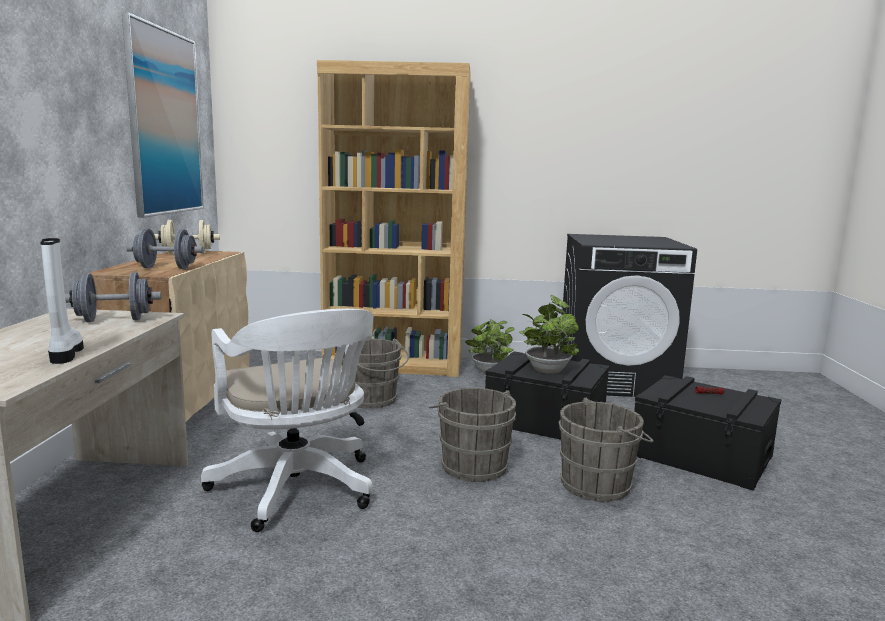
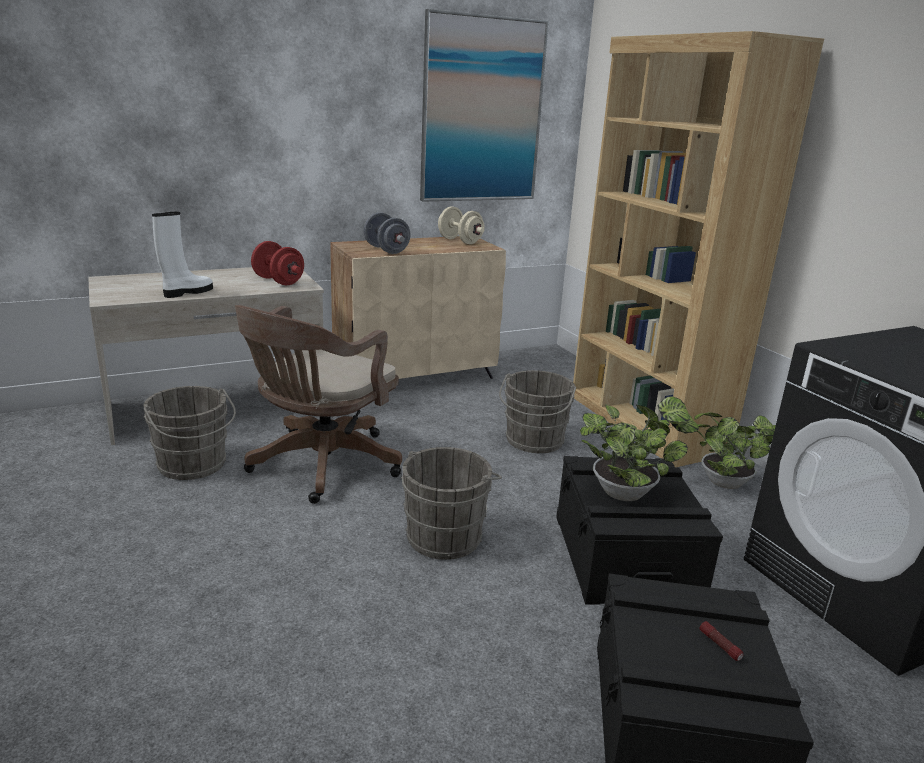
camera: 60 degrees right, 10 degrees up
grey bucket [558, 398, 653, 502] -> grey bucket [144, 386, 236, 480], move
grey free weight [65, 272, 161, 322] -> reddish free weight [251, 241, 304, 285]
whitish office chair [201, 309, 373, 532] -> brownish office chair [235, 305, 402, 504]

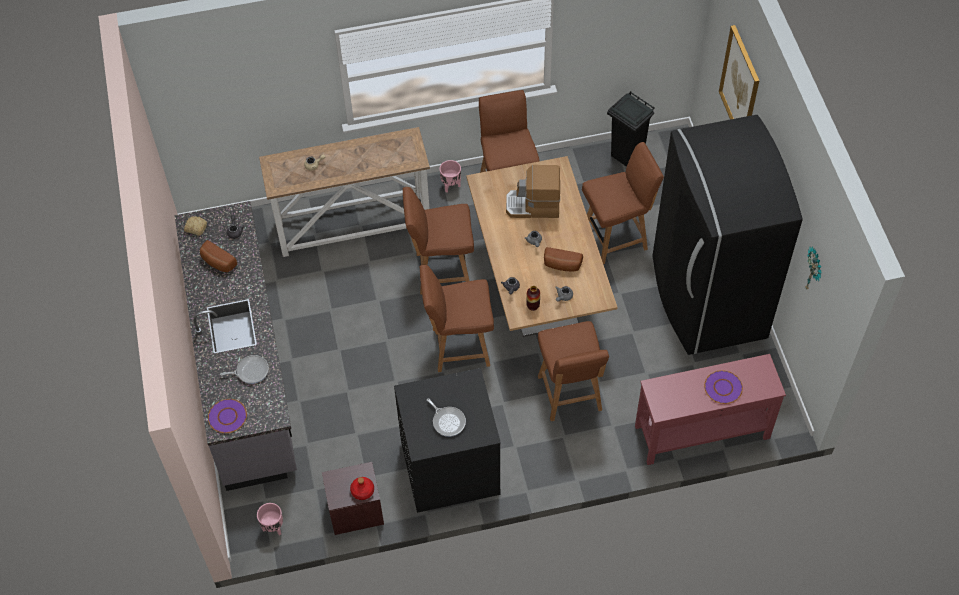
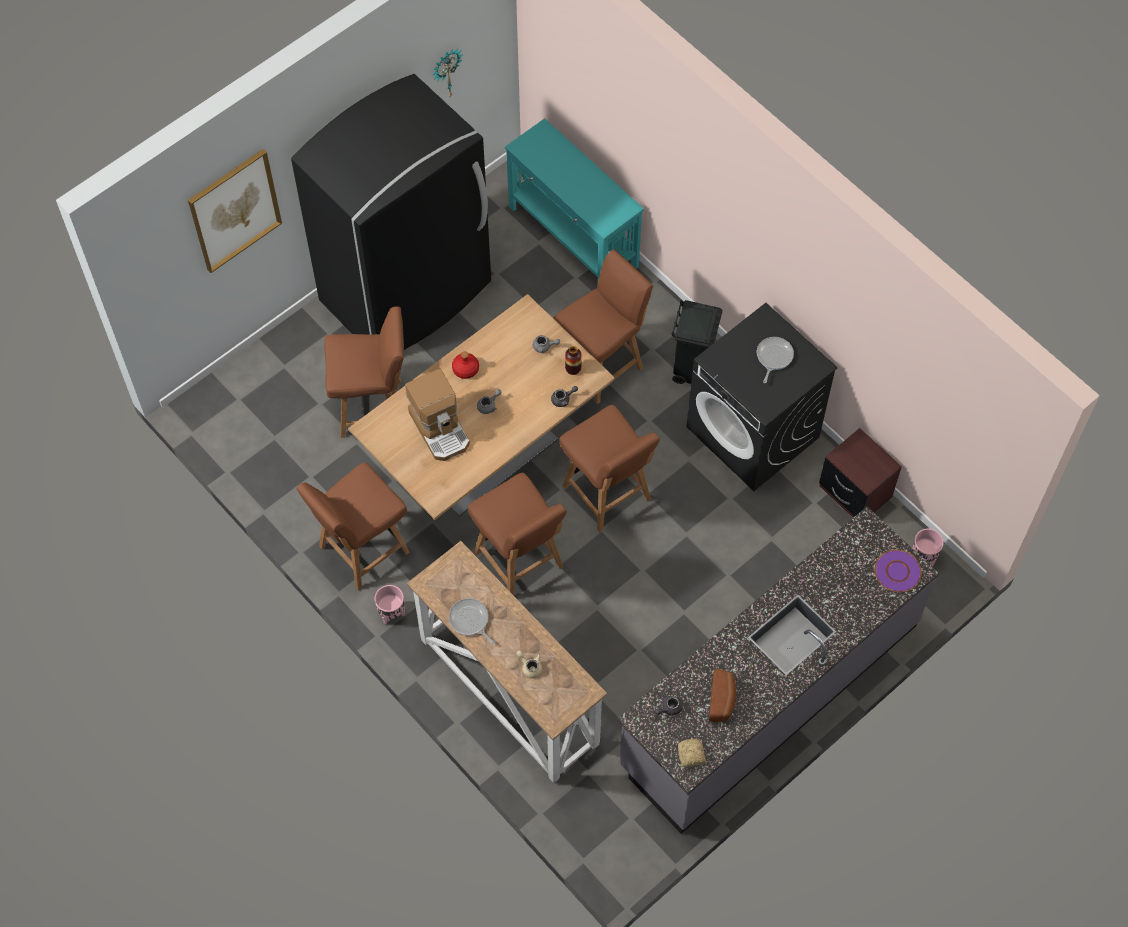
camera: 120 degrees left, 5 degrees up
baked bread [544, 247, 583, 271] -> none
purplish dinner plate [704, 370, 743, 404] -> none
frying pan [220, 355, 269, 384] -> frying pan [449, 598, 495, 645], move
reddish bottle [350, 477, 374, 500] -> reddish bottle [452, 351, 479, 379], move
blackish rubbish bin [607, 91, 655, 167] -> blackish rubbish bin [671, 300, 722, 384], move
reddish hall table [635, 354, 786, 465] -> blue-green hall table [505, 118, 644, 284]
brownish plain chair [582, 142, 664, 264] -> brownish plain chair [324, 306, 404, 438], 135 degrees clockwise

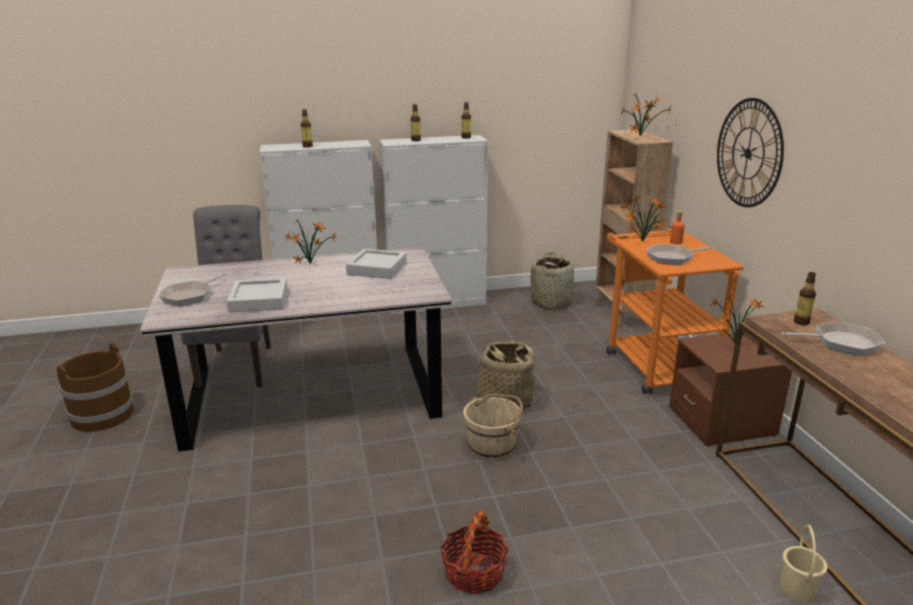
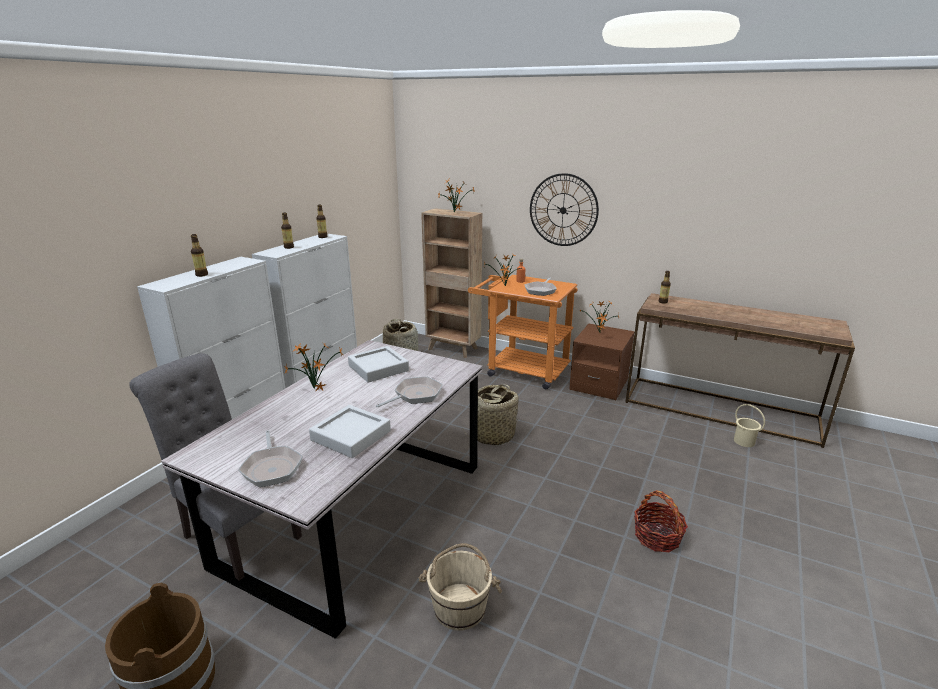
camera: 50 degrees left, 0 degrees up
sand-coloured bucket [463, 394, 523, 460] -> sand-coloured bucket [419, 543, 502, 631], move
frying pan [781, 322, 886, 356] -> frying pan [376, 377, 443, 408], move

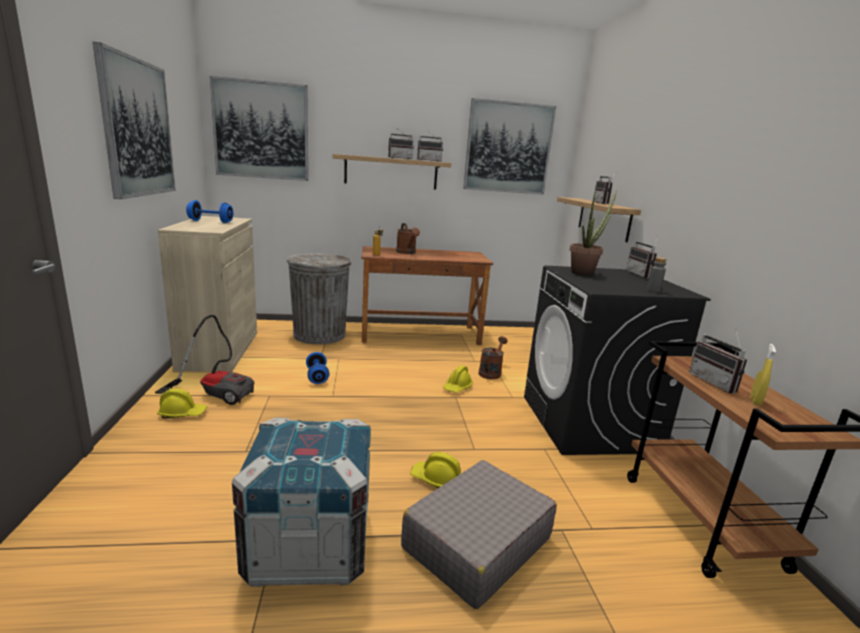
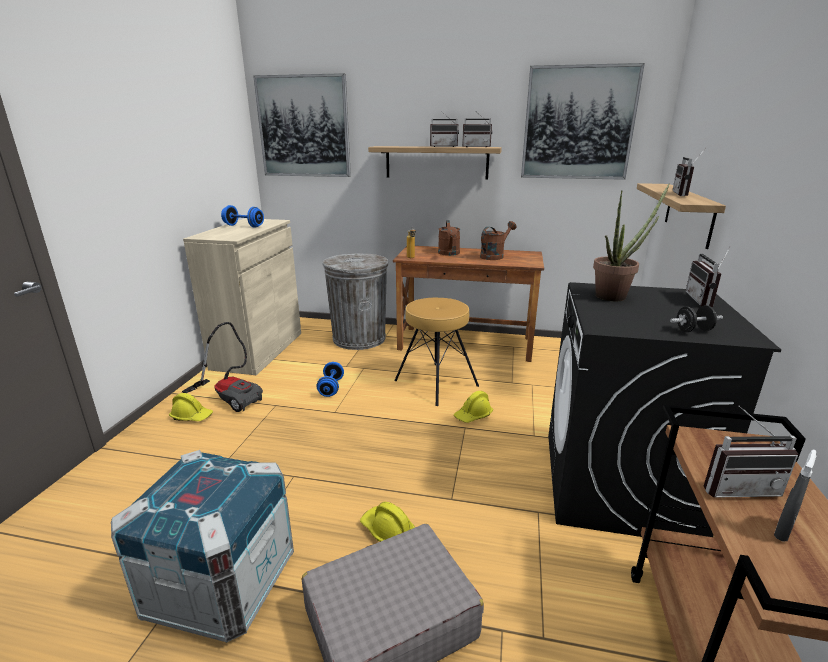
camera: 20 degrees right, 5 degrees up
wall picture [93, 42, 176, 199] -> none
none -> brownish sitting stool [394, 298, 479, 406]
brownish sprinkling can [479, 336, 508, 379] -> brownish sprinkling can [480, 221, 516, 260], move
grey bottle [647, 257, 667, 292] -> blackish free weight [670, 305, 723, 332]
yellow spray bottle [750, 344, 776, 406] -> grey spray bottle [774, 449, 816, 541]
radio [689, 328, 747, 394] -> radio [704, 406, 798, 498], 90 degrees counterclockwise

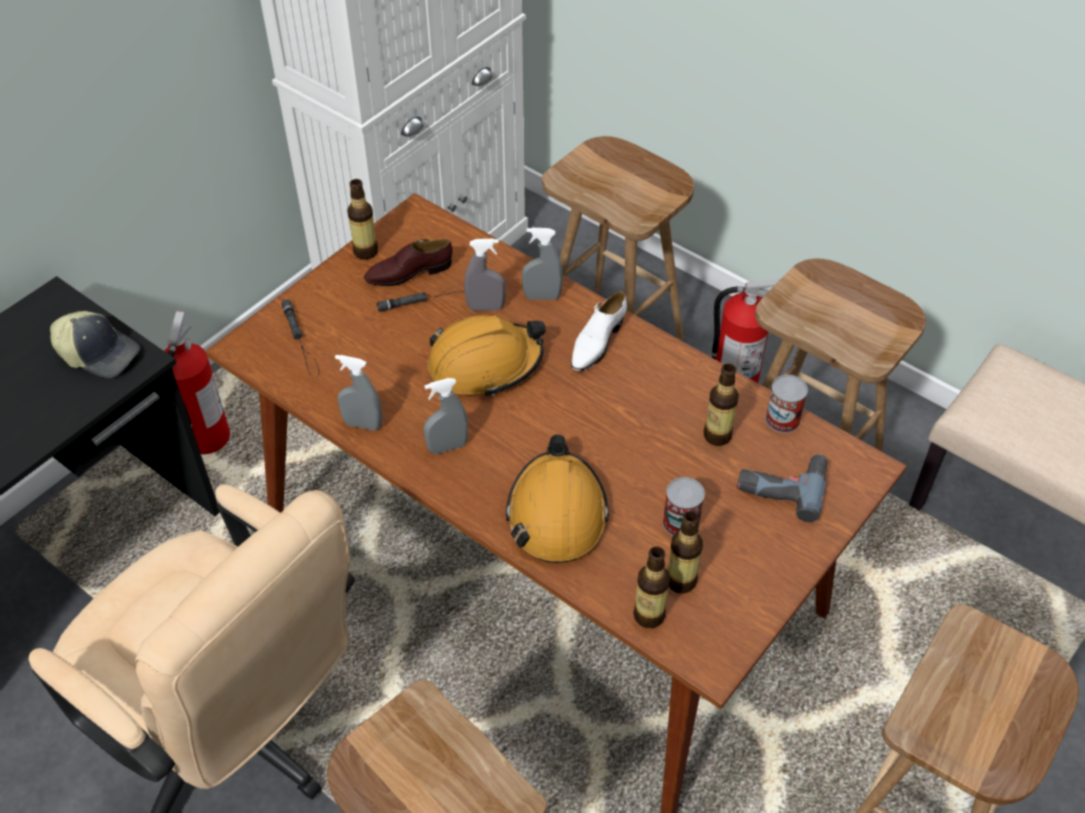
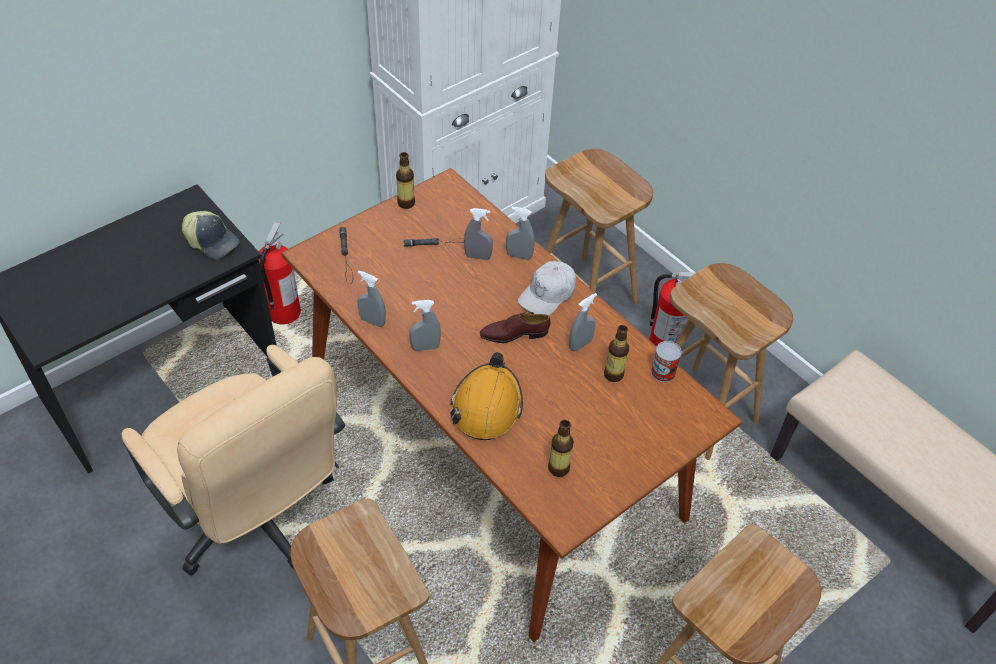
camera: 10 degrees right, 0 degrees up
orangey safety helmet [428, 315, 546, 396] -> none
bottle [633, 546, 670, 628] -> none
can [663, 477, 705, 536] -> none
power drill [737, 454, 828, 522] -> none
none -> grey spray bottle [569, 293, 597, 351]
brownish shoe [364, 239, 453, 286] -> brownish shoe [479, 311, 551, 343], move
whitish shoe [571, 291, 627, 371] -> whitish baseball cap [518, 261, 576, 315]

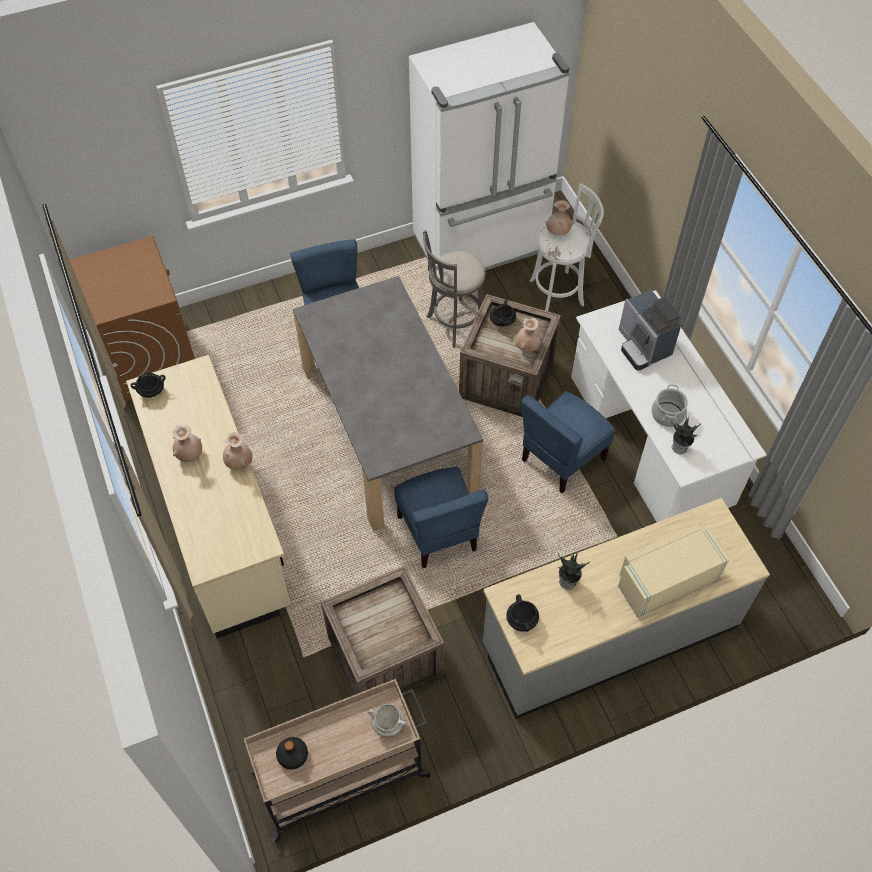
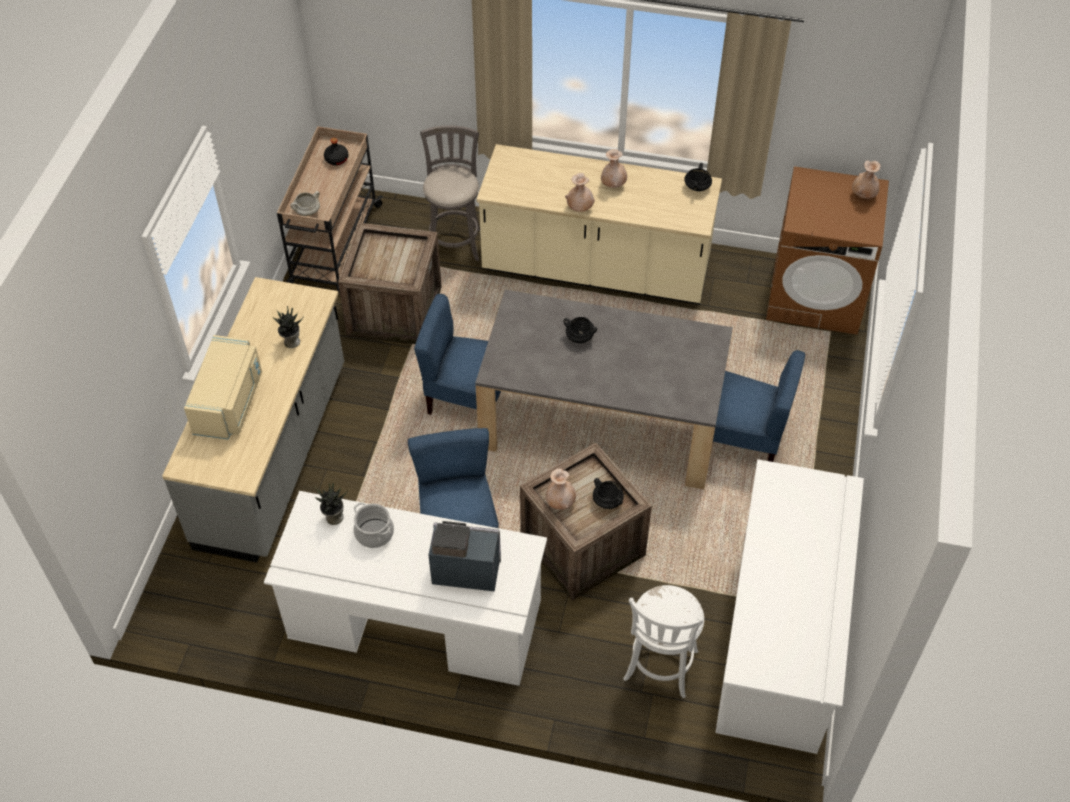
camera: 125 degrees right, 5 degrees down
grey sitting stool [423, 230, 485, 348] -> grey sitting stool [420, 126, 480, 261], move
blackish stockpot [506, 594, 539, 632] -> blackish stockpot [563, 317, 597, 343], move
sand-coloured flower vase [546, 200, 573, 235] -> sand-coloured flower vase [852, 160, 881, 199], move
whitish kitchen fridge [409, 22, 570, 271] -> whitish desk unit [715, 459, 864, 754]

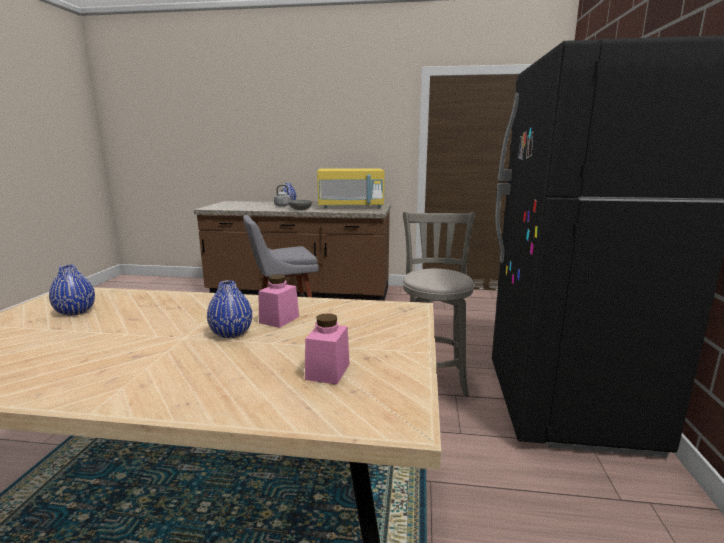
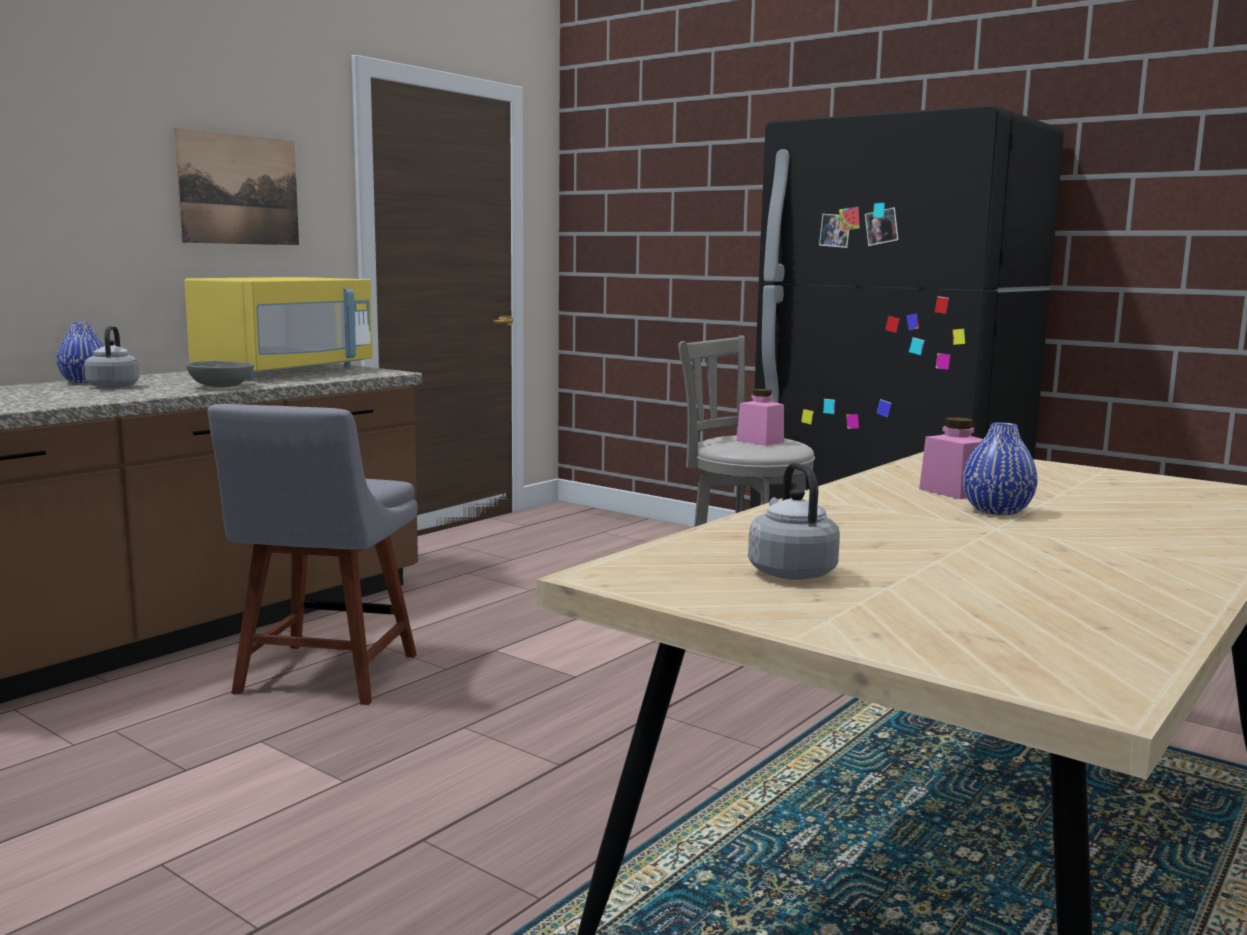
camera: 60 degrees left, 5 degrees down
none -> wall picture [174, 128, 299, 245]
pinkish storage jar [305, 313, 350, 384] -> pinkish storage jar [737, 389, 784, 446], move
bluish flower vase [49, 265, 95, 316] -> grey tea kettle [748, 462, 840, 580]

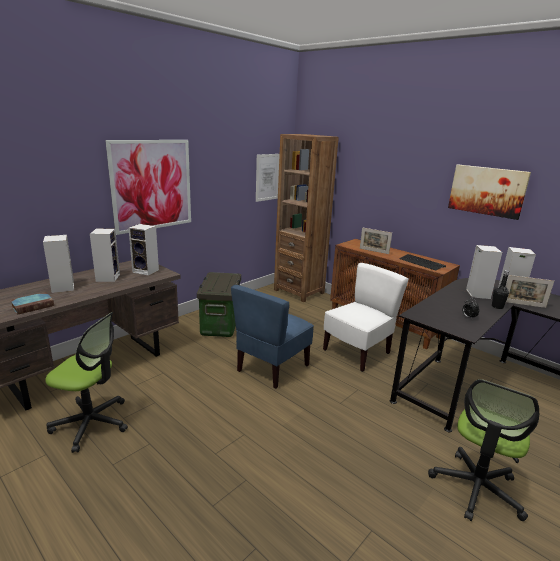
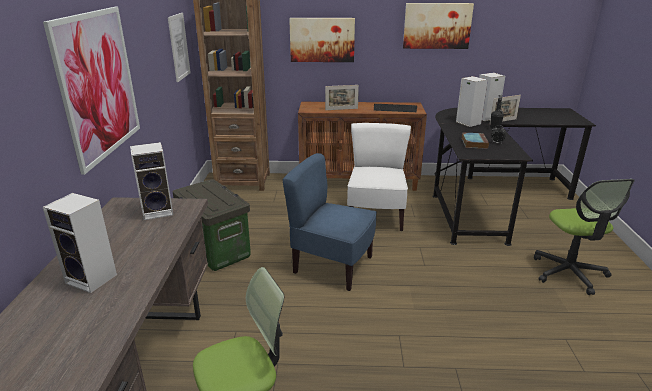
camera: 40 degrees left, 5 degrees up
speaker [90, 229, 120, 282] -> none
none -> wall picture [289, 18, 355, 62]
bound book [10, 292, 54, 315] -> bound book [462, 133, 489, 149], move
bluish plain chair [231, 285, 314, 389] -> bluish plain chair [282, 153, 377, 291], 120 degrees clockwise

